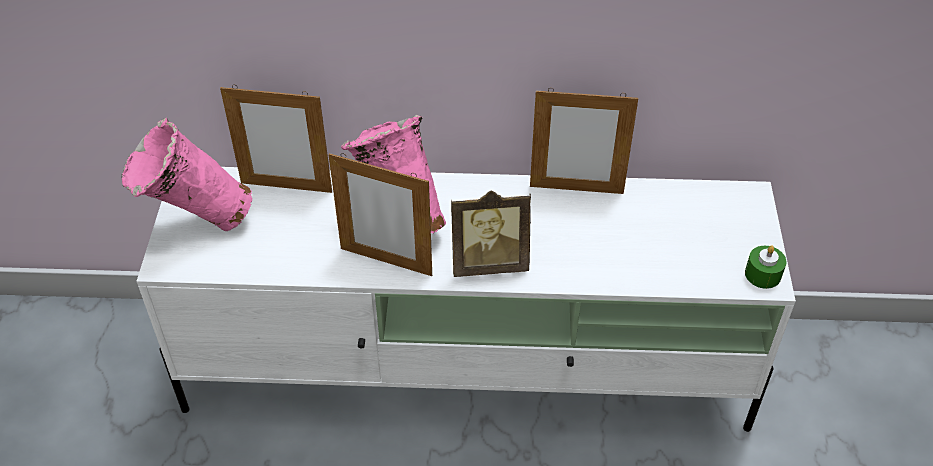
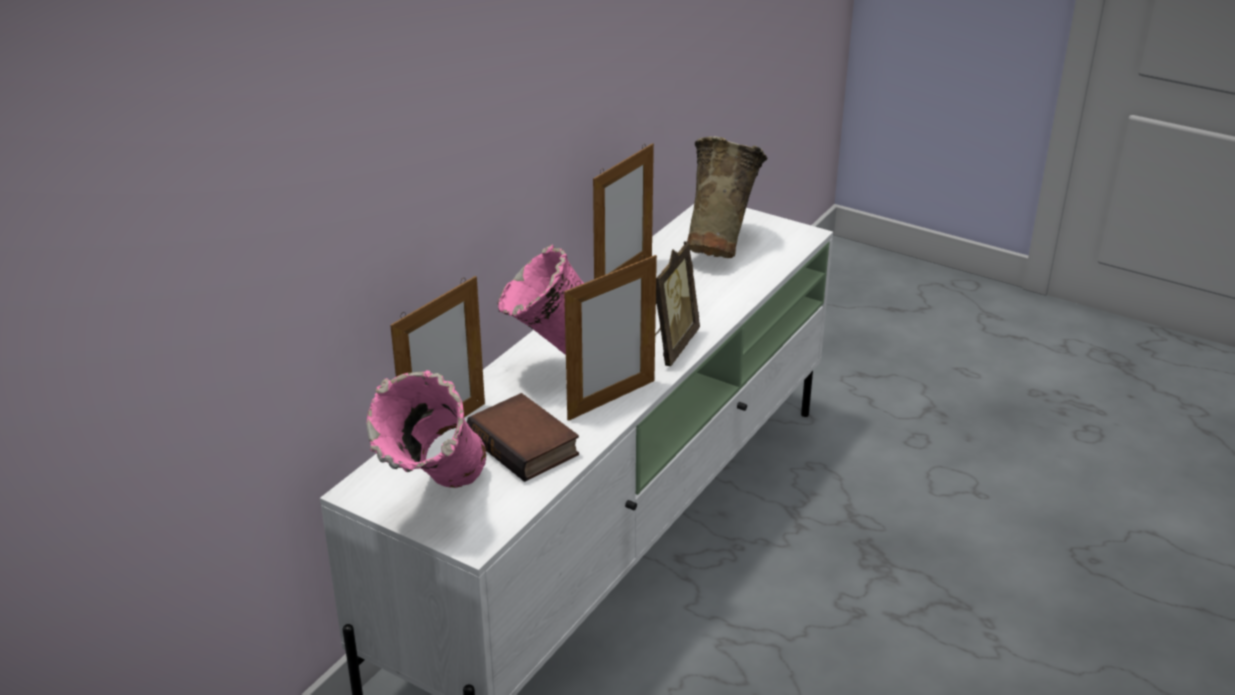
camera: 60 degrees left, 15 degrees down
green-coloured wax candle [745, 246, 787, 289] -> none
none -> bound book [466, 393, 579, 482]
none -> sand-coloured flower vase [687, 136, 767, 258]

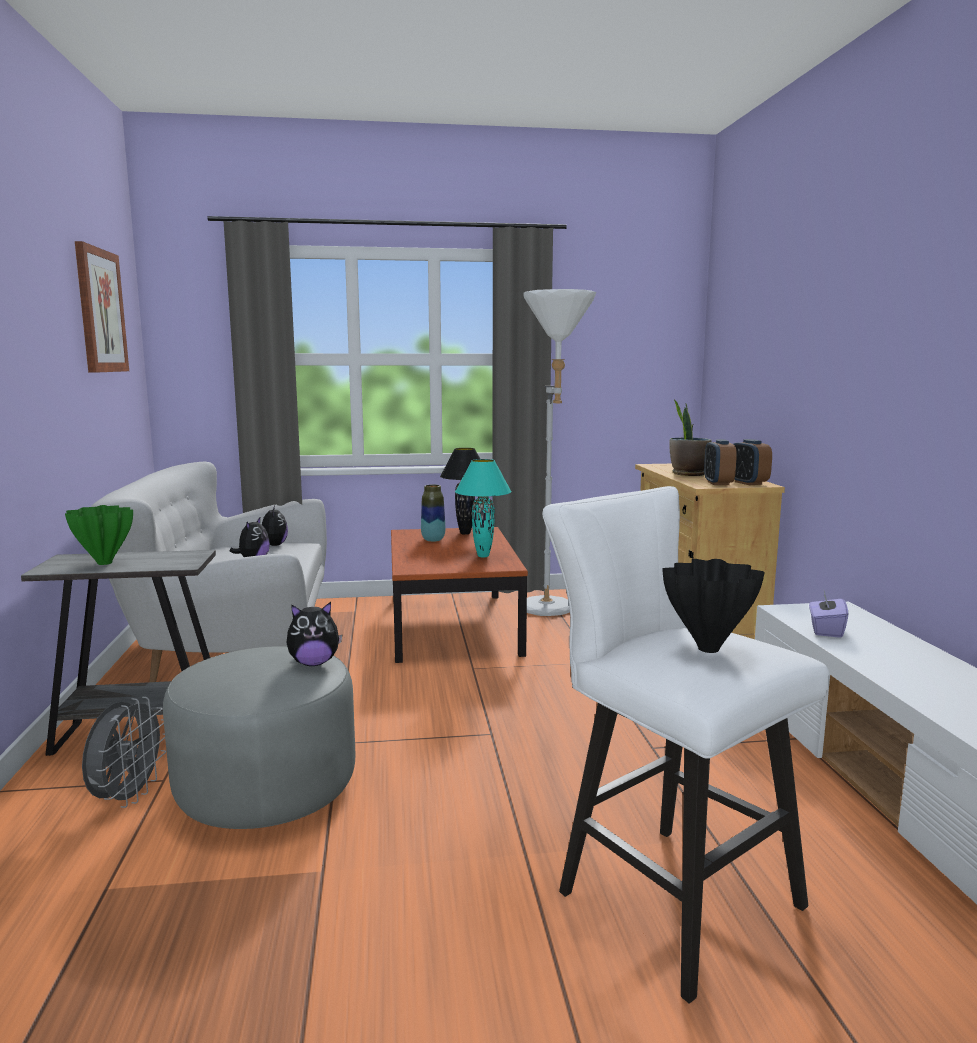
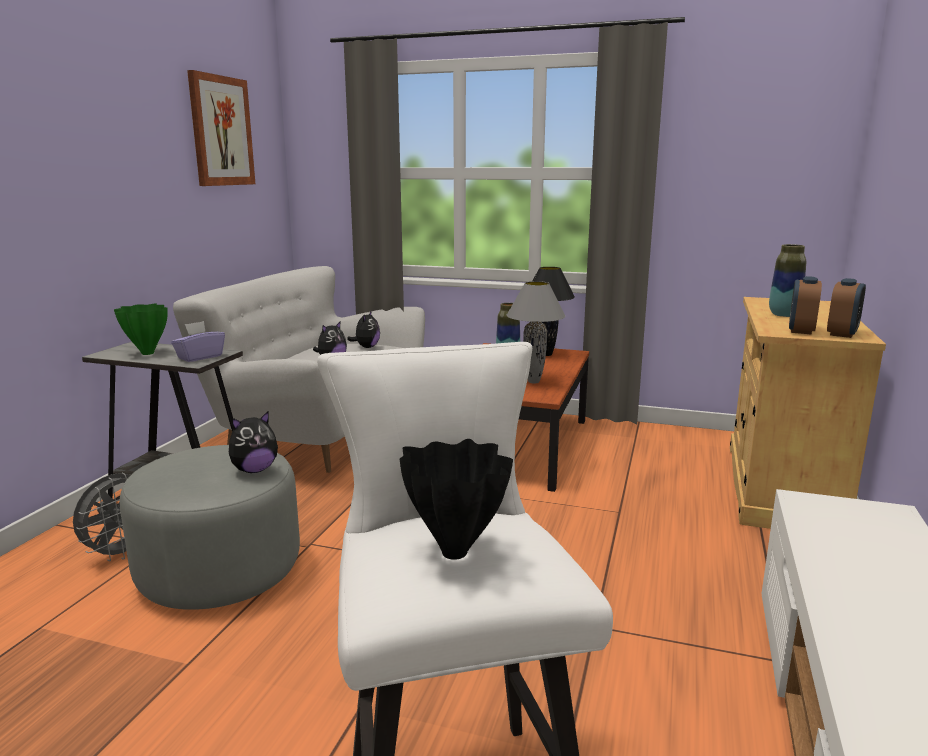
camera: 25 degrees right, 5 degrees up
whitish floor lamp [523, 289, 596, 616] -> none
purplish tissue box [809, 591, 848, 638] -> purplish tissue box [171, 321, 225, 362], move
plant in a pot [670, 400, 712, 476] -> flower vase [769, 244, 806, 317]
blue-green table lamp [455, 459, 511, 557] -> grey table lamp [506, 281, 566, 383]
soft toy [287, 602, 342, 666] -> soft toy [229, 412, 278, 473], 45 degrees counterclockwise
bedside clock [734, 439, 772, 485] -> bedside clock [827, 278, 866, 338], 150 degrees counterclockwise

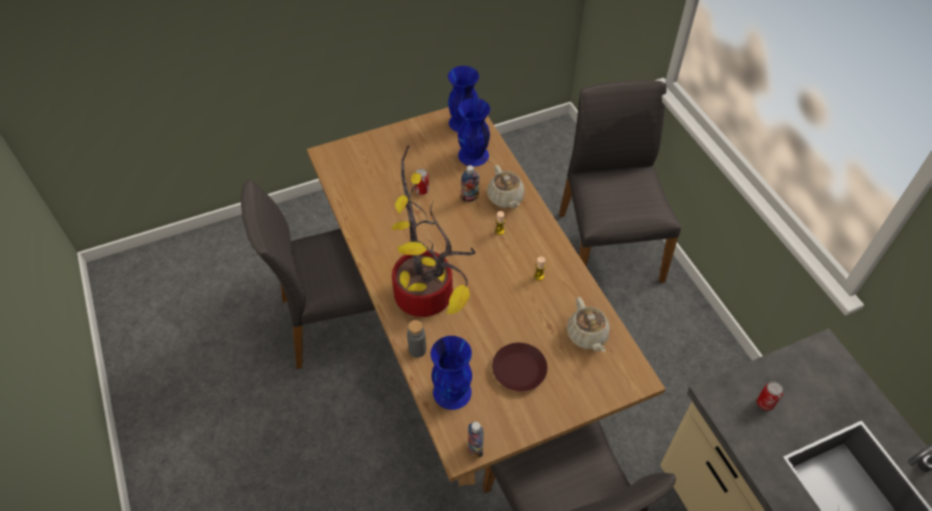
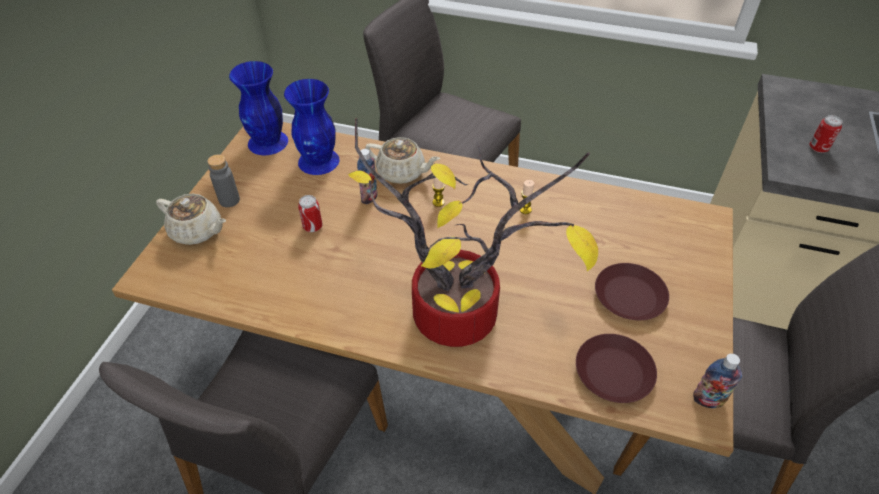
camera: 50 degrees left, 5 degrees down
grey bottle [407, 320, 426, 358] -> grey bottle [207, 154, 240, 207], move
sand-coloured pot for tea [567, 297, 610, 352] -> sand-coloured pot for tea [156, 193, 226, 245], move
bluish flower vase [431, 336, 472, 410] -> brownish dinner plate [576, 334, 657, 403]

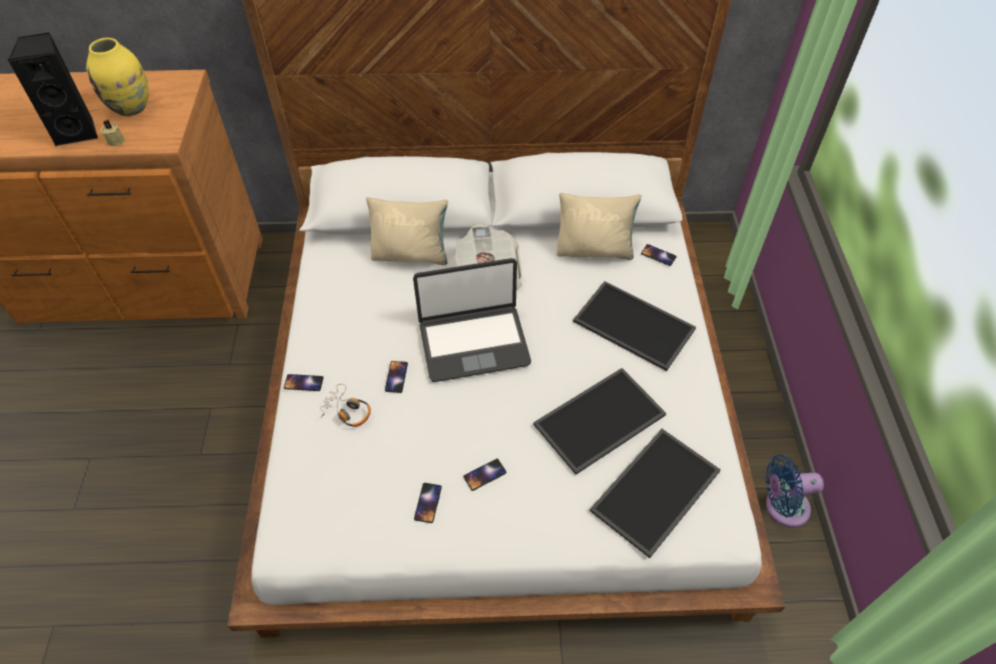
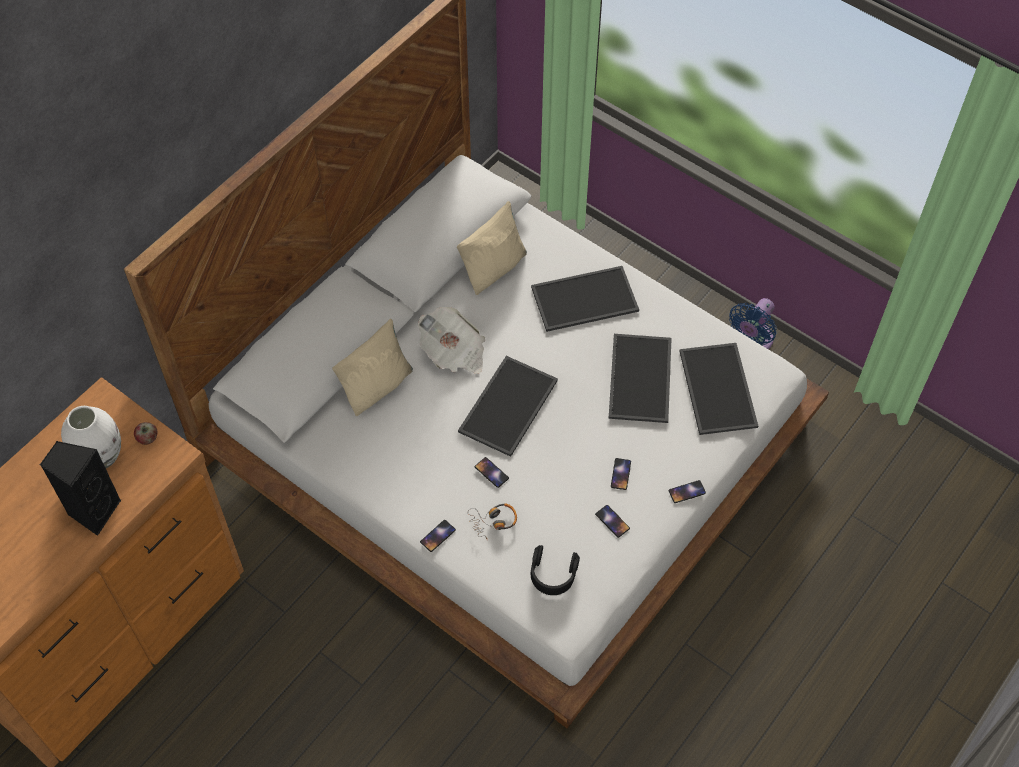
camera: 50 degrees left, 5 degrees up
sand-coloured wax candle [100, 120, 125, 146] -> none
none -> apple [134, 422, 157, 445]
none -> blackish headset [531, 545, 580, 595]
phone [641, 244, 677, 266] -> phone [668, 480, 706, 503], move
laptop [413, 258, 531, 382] -> tray [458, 356, 558, 457]
yellow flower vase [86, 38, 149, 116] -> whitish flower vase [61, 406, 121, 468]

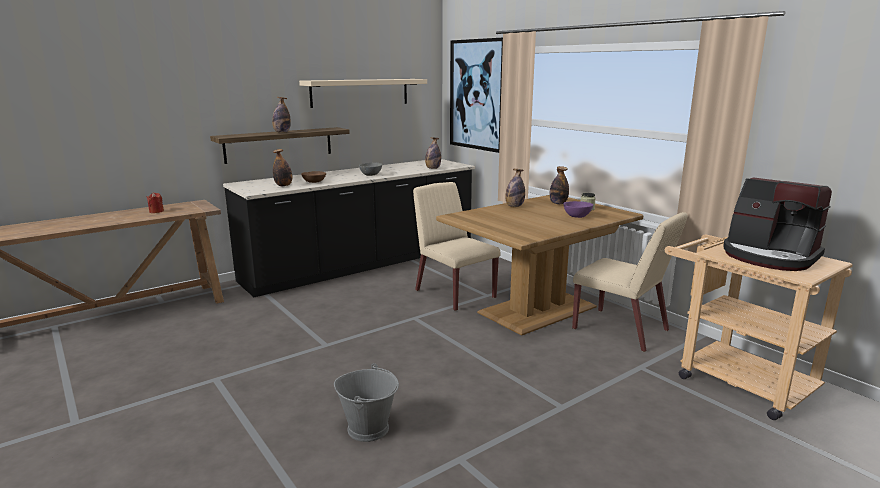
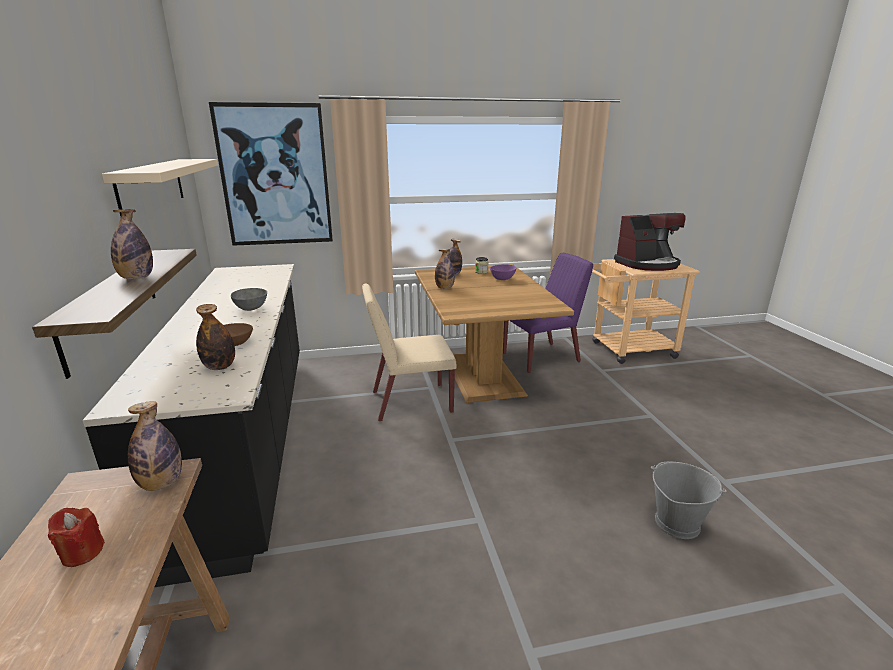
camera: 65 degrees left, 5 degrees up
bottle [425, 137, 441, 169] -> bottle [128, 401, 182, 491], move
sand-coloured plain chair [572, 212, 688, 352] -> purplish plain chair [503, 253, 593, 373]

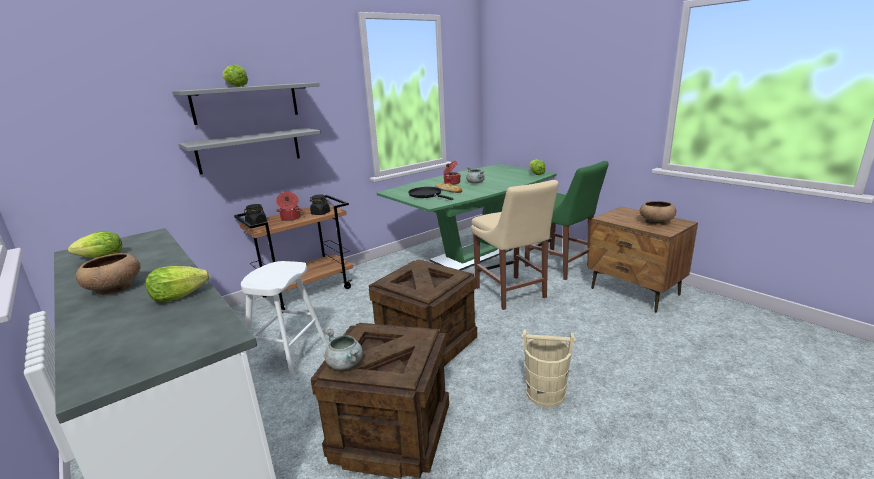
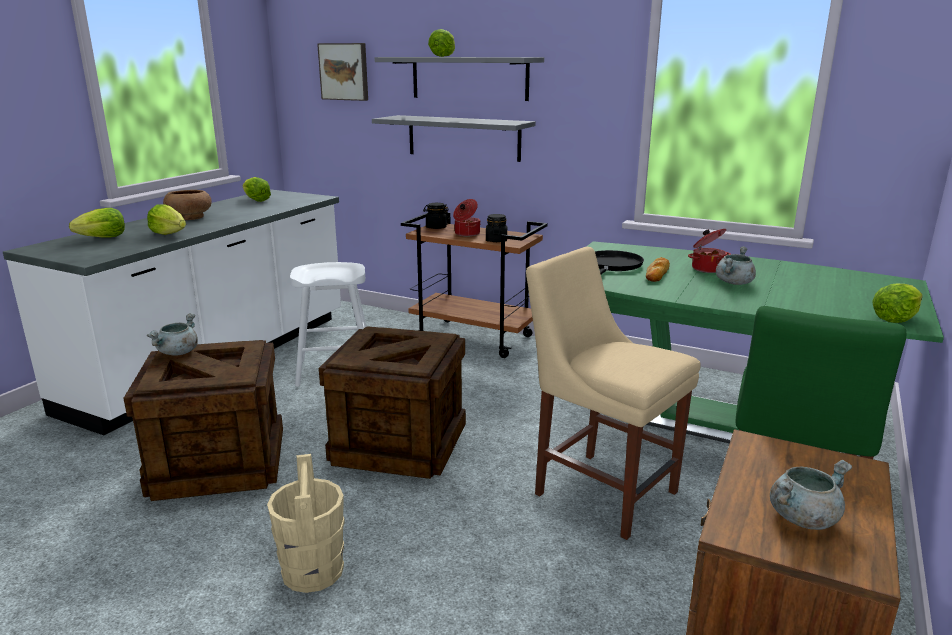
camera: 65 degrees right, 0 degrees up
none -> head of lettuce [69, 208, 125, 237]
none -> wall picture [317, 43, 368, 101]
brownish bowl [640, 201, 677, 225] -> grey stockpot [770, 460, 852, 530]
sand-coloured plain chair [471, 180, 559, 310] -> sand-coloured plain chair [526, 247, 701, 540], 90 degrees clockwise

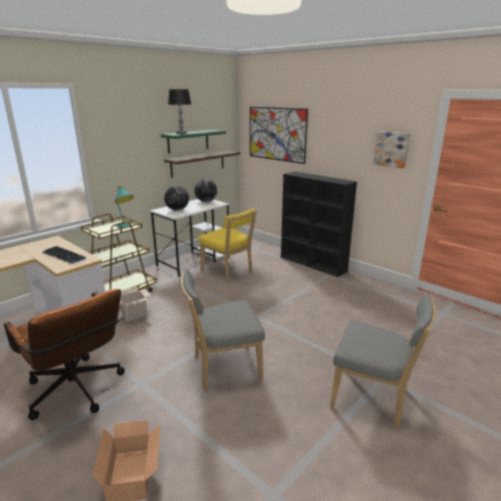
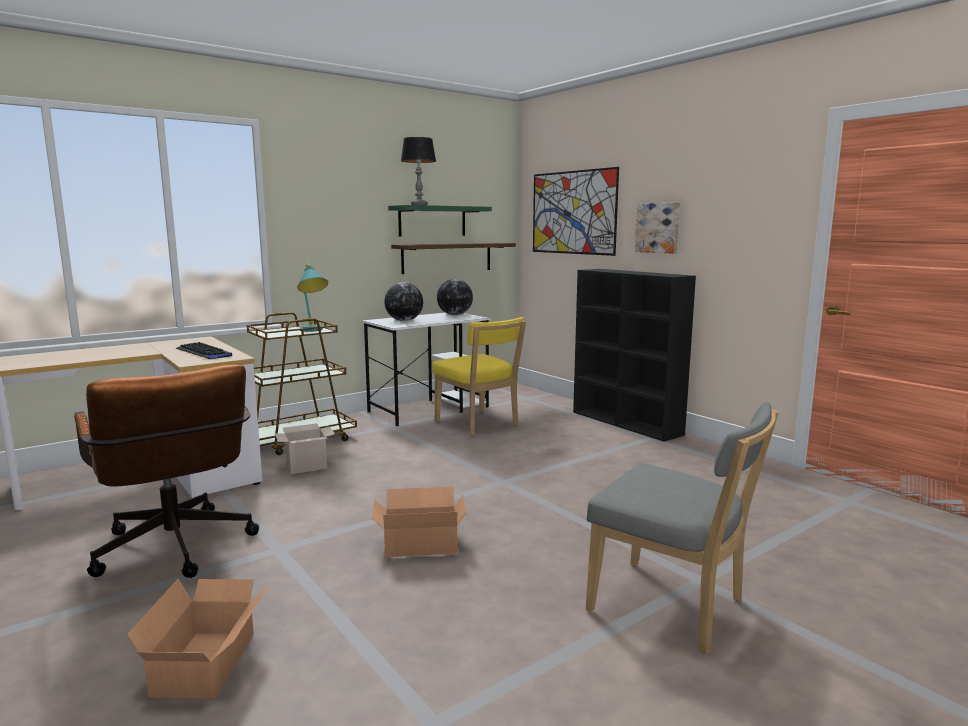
camera: 10 degrees right, 10 degrees down
wall picture [373, 131, 410, 168] -> wall picture [635, 202, 680, 254], move
grey plain chair [181, 269, 265, 391] -> cardboard box [372, 487, 466, 557]

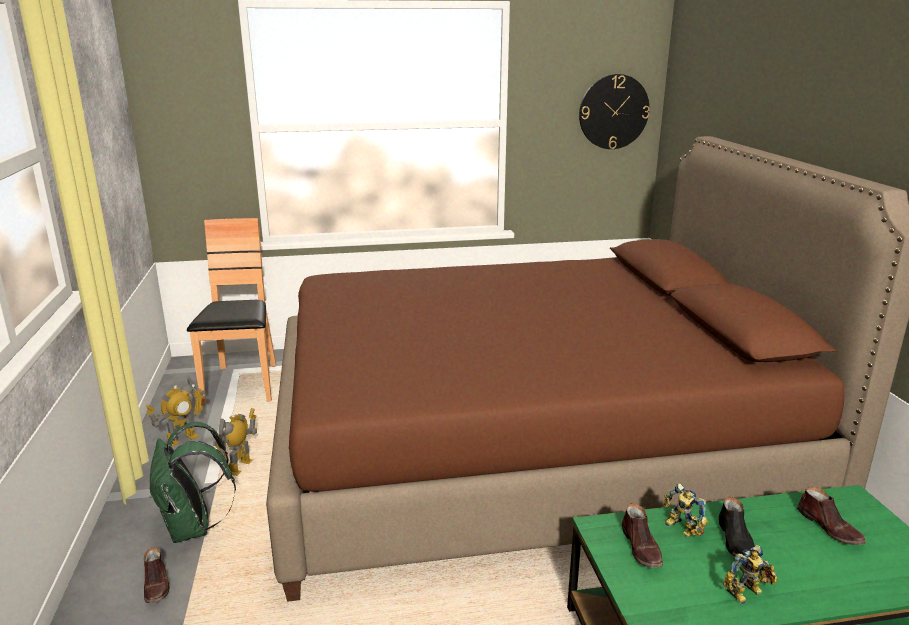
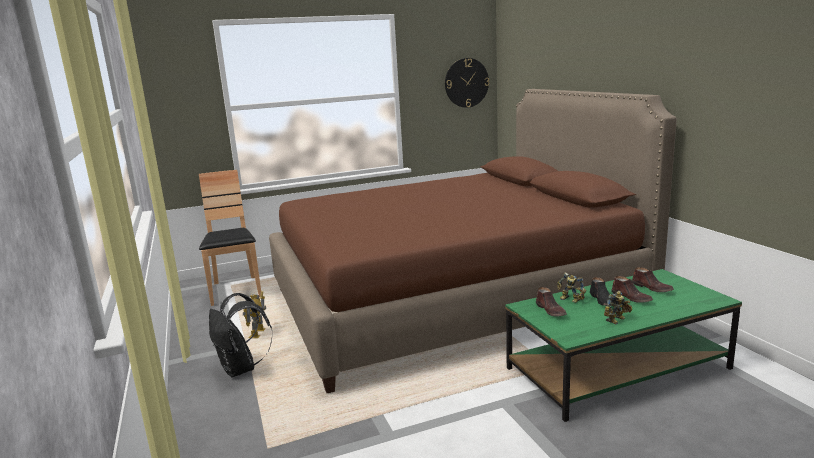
camera: 10 degrees left, 5 degrees down
robot figure [146, 377, 205, 447] -> none
brownish shoe [143, 547, 170, 603] -> brownish shoe [611, 276, 653, 303], move
green-coloured rucksack [149, 422, 236, 543] -> blackish rucksack [209, 293, 273, 378]

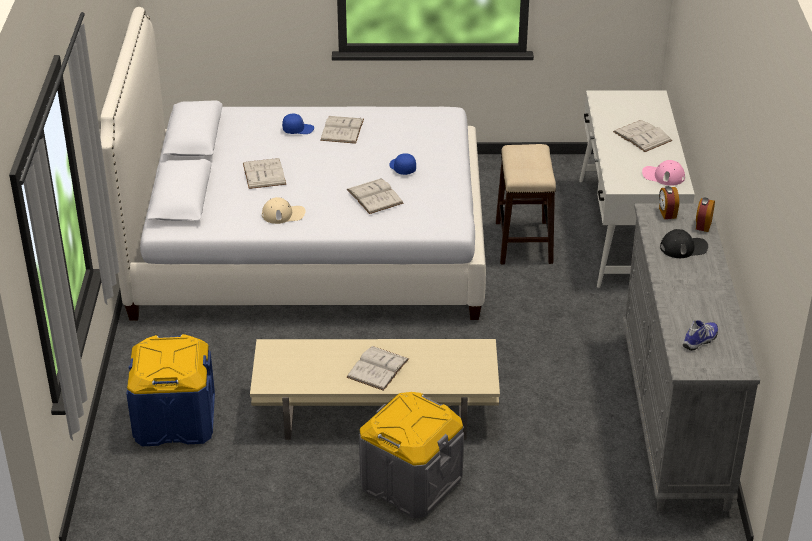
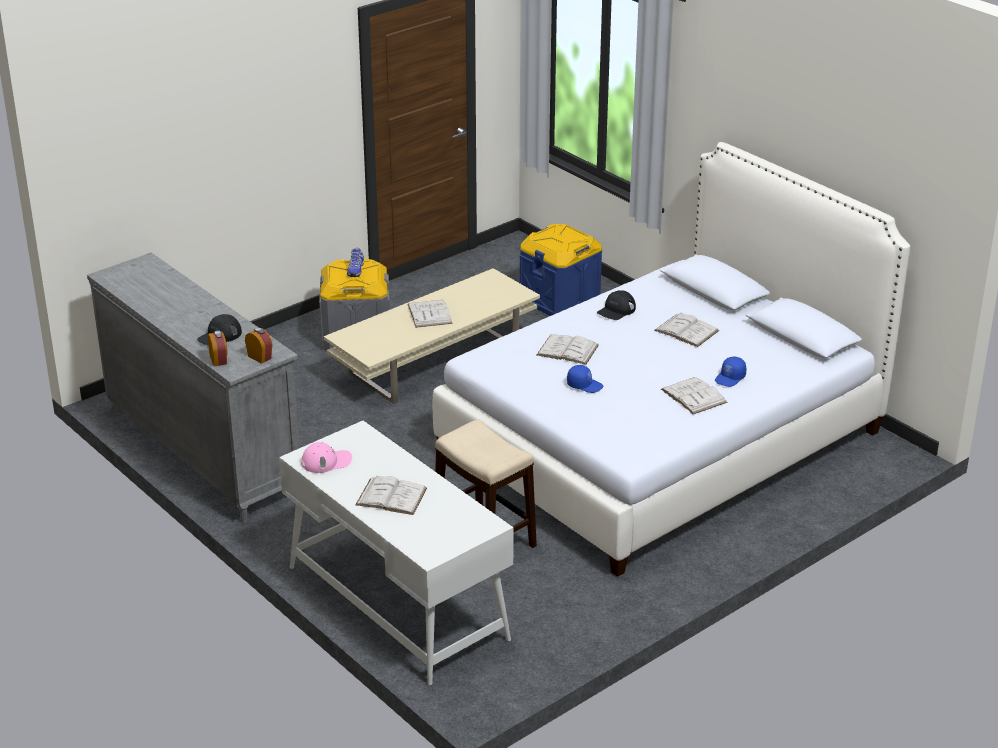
camera: 140 degrees right, 5 degrees down
shoe [683, 320, 718, 351] -> shoe [347, 247, 364, 277], move
sand-coloured baseball cap [262, 197, 306, 224] -> blackish baseball cap [597, 290, 636, 320]

